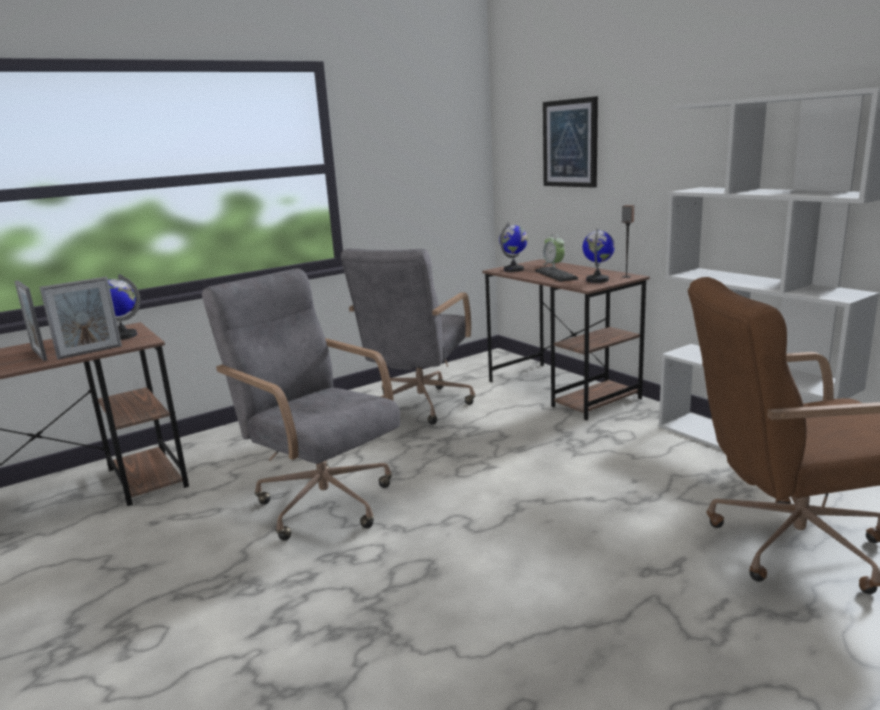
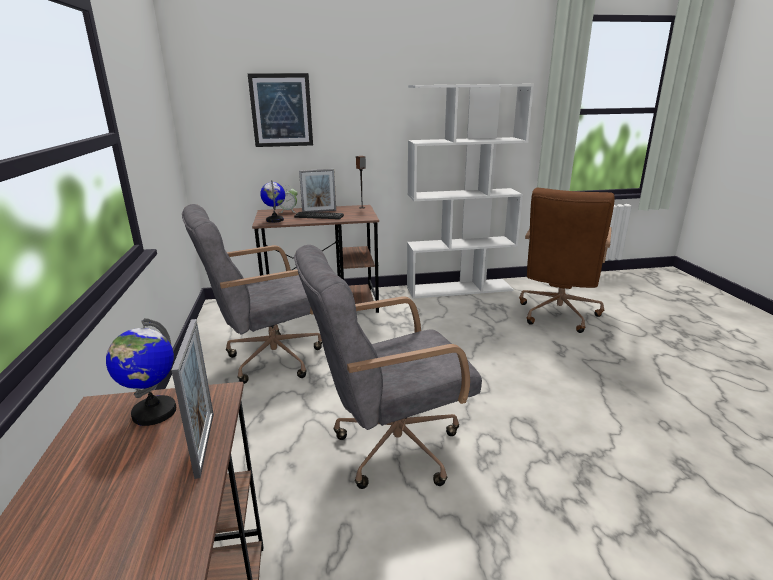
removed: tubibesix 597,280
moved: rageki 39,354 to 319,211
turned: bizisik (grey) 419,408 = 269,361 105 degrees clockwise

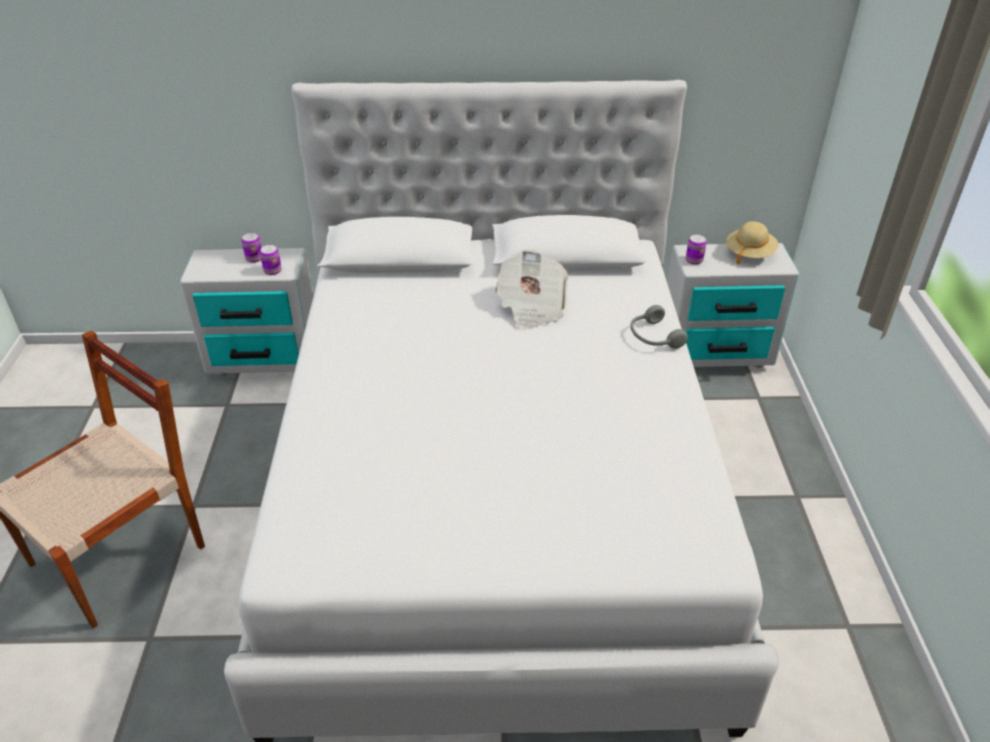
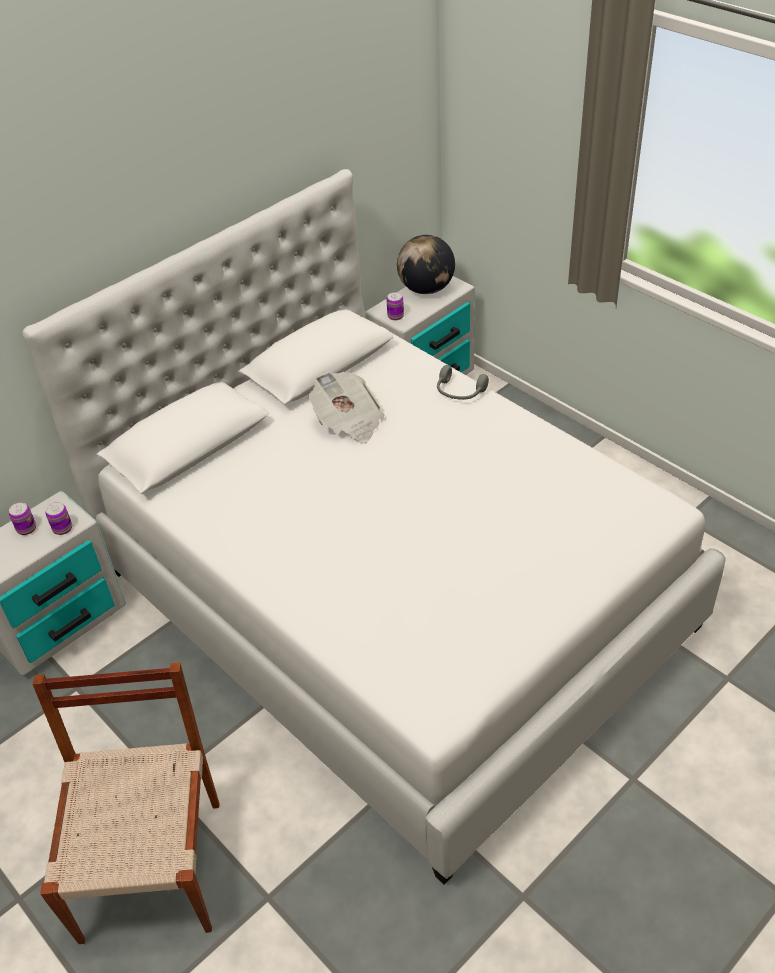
replaced: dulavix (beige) 749,254 to tubibesix 426,289

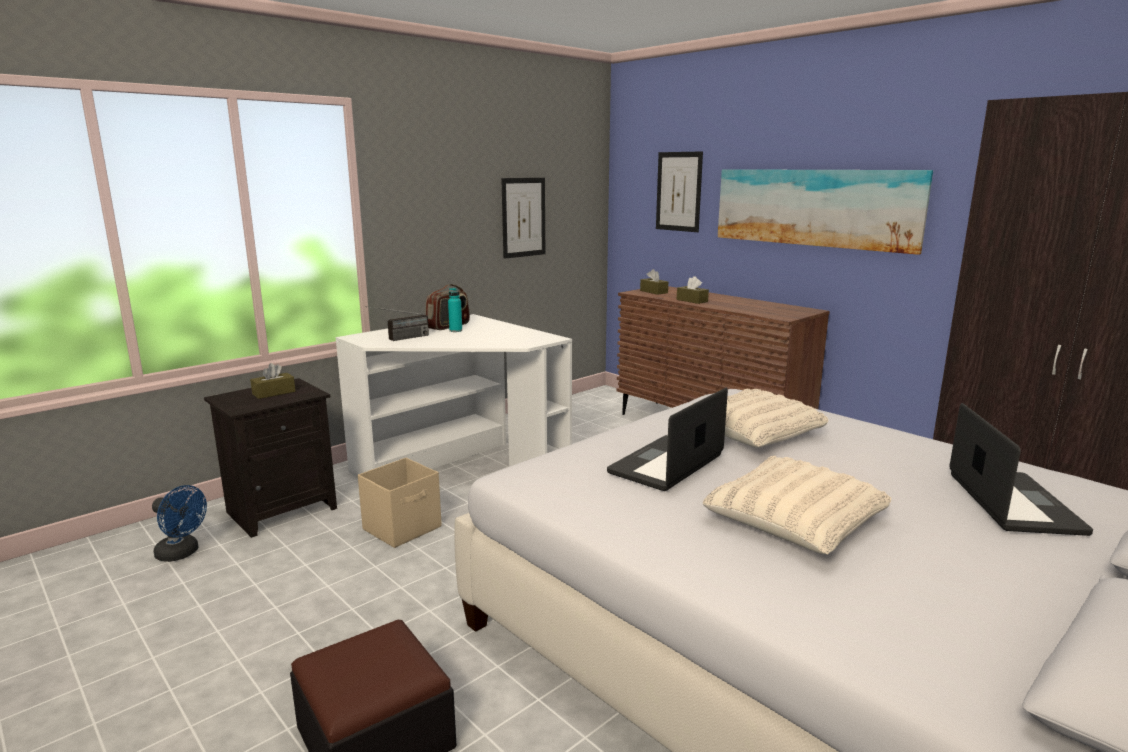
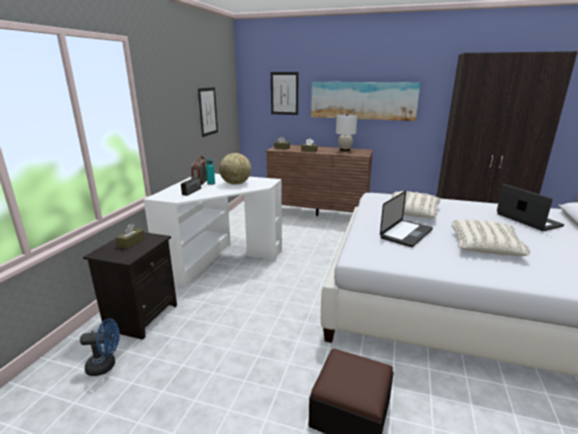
removed: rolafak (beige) 403,528
added: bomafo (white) 345,150; tubibesix 236,184
turned: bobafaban 666,464 = 406,234 150 degrees counterclockwise

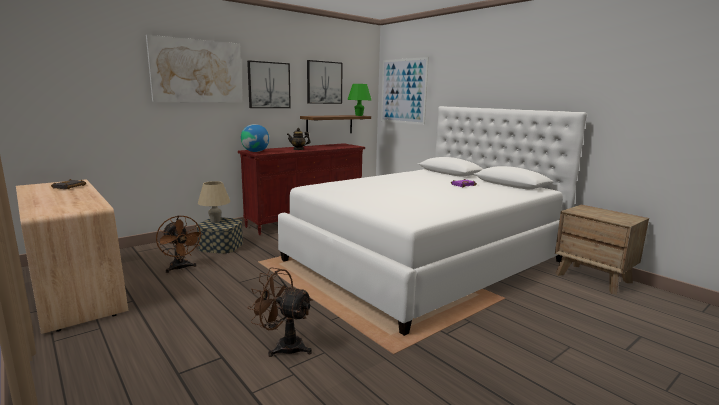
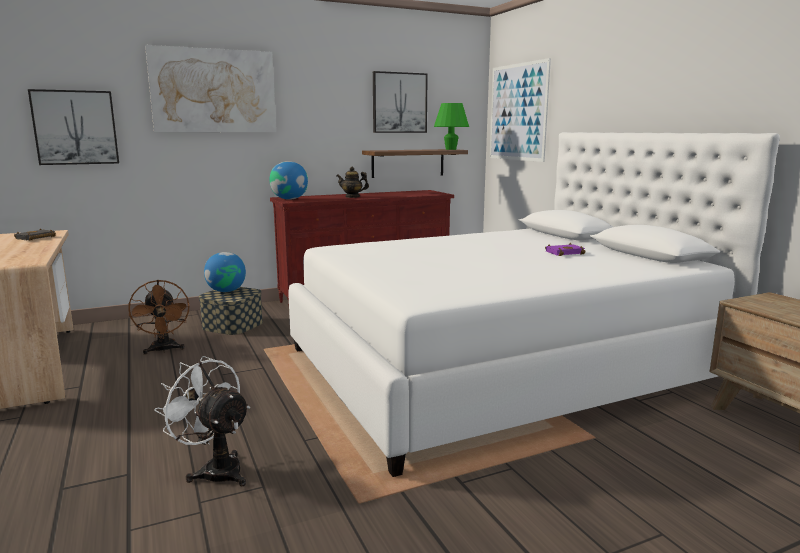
moved: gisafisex 269,85 to 75,127
replaced: bomafo (beige) 215,221 to tubibesix 226,291
recoloured: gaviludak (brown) 283,346 to gaviludak (white) 215,469

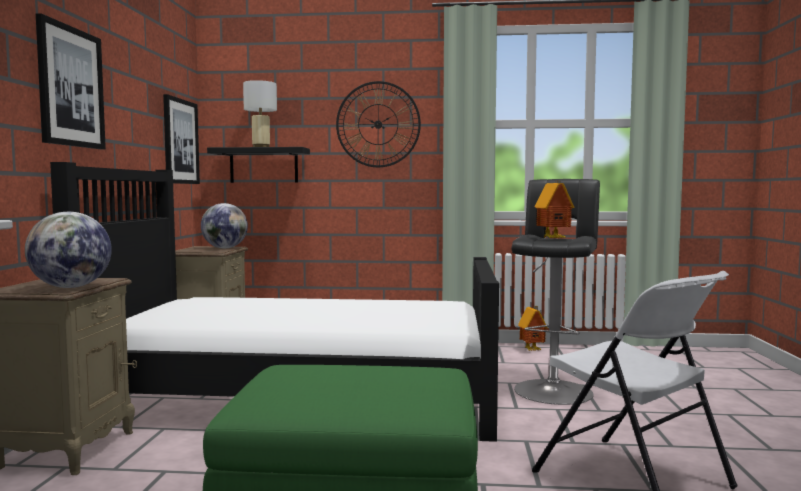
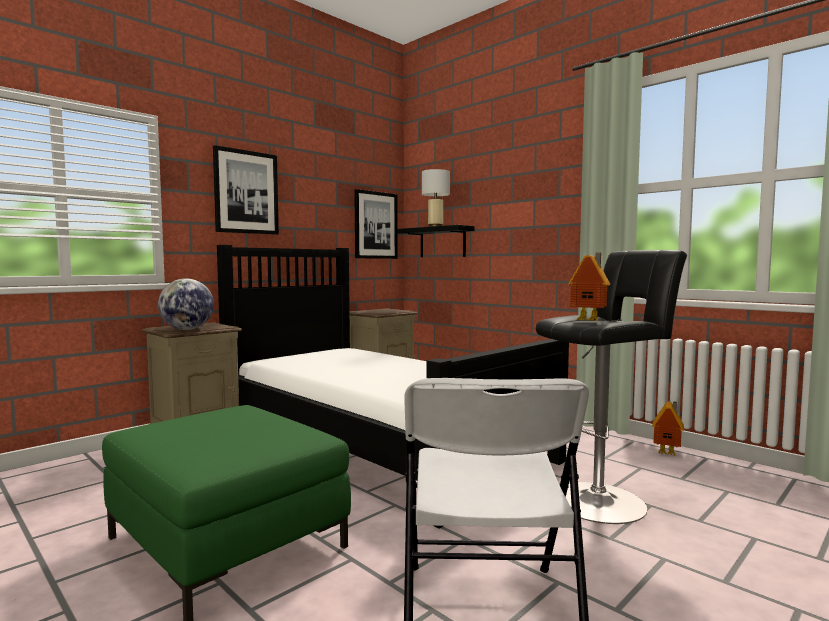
removed: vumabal 378,124; tubibesix 225,248

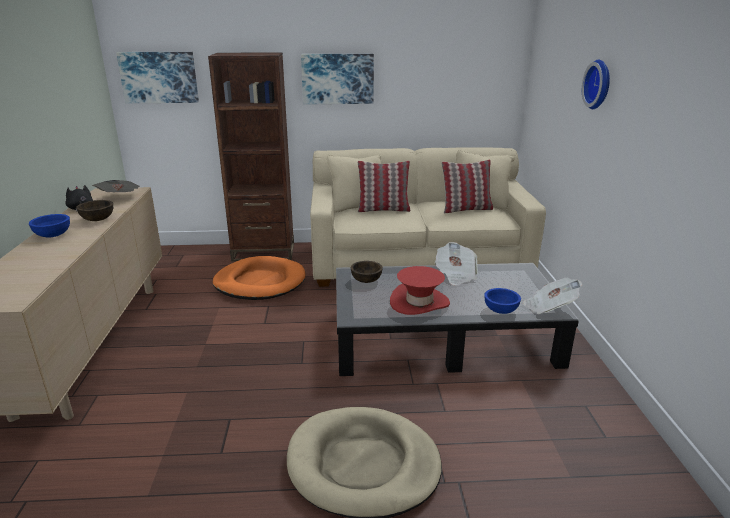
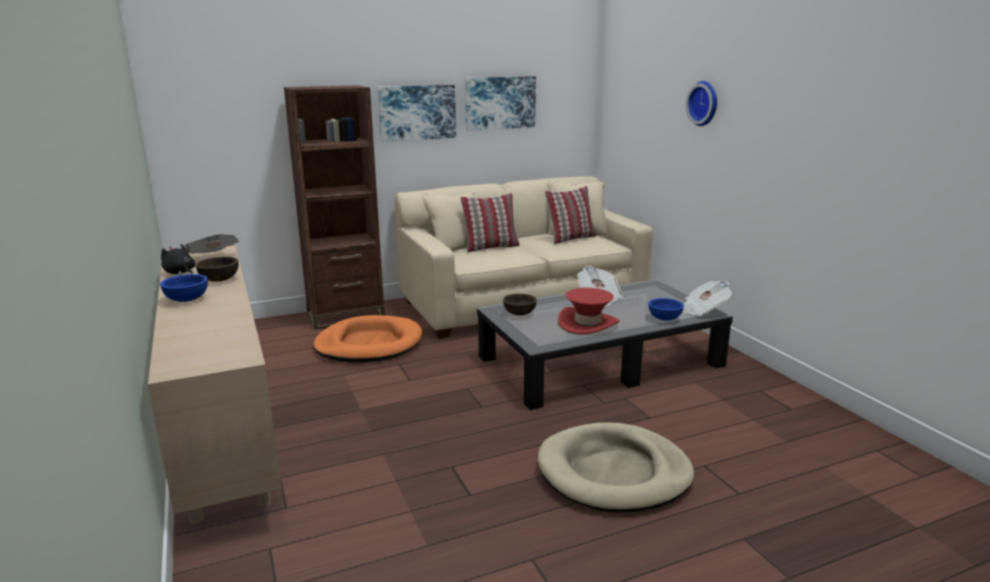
moved: gisafisex 159,77 to 500,102

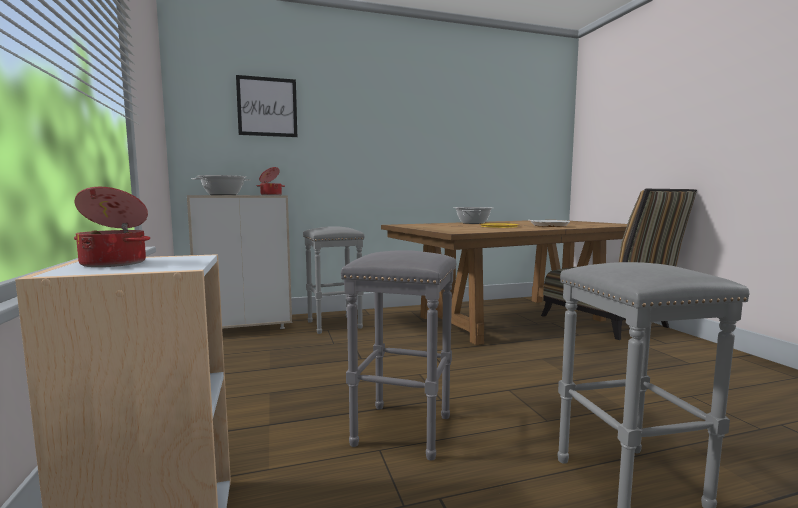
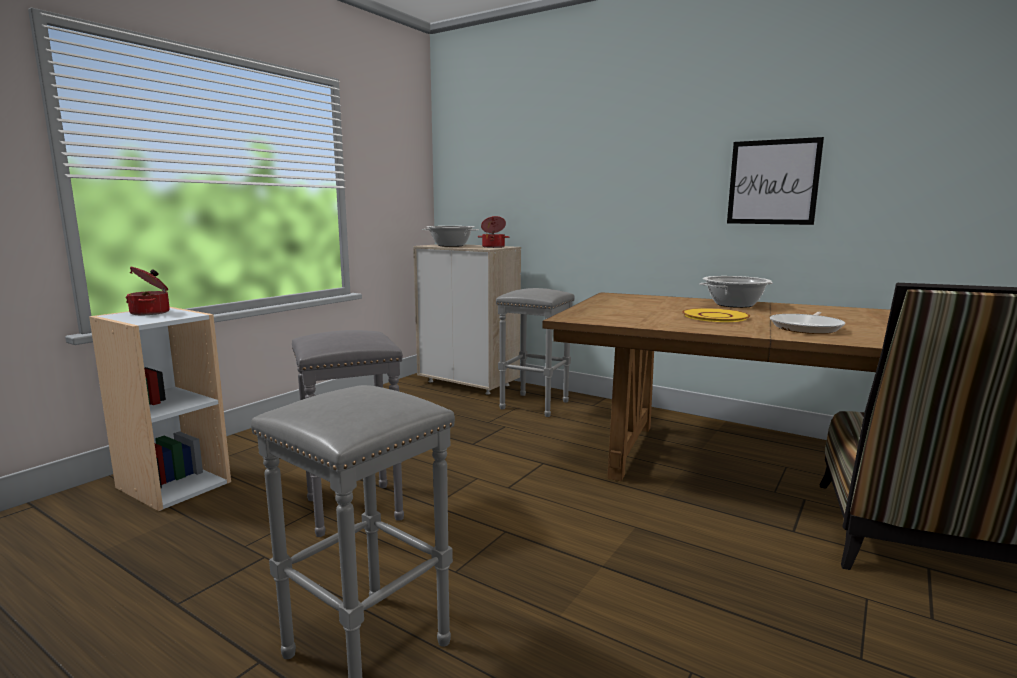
moved: gisafisex 267,107 to 773,182

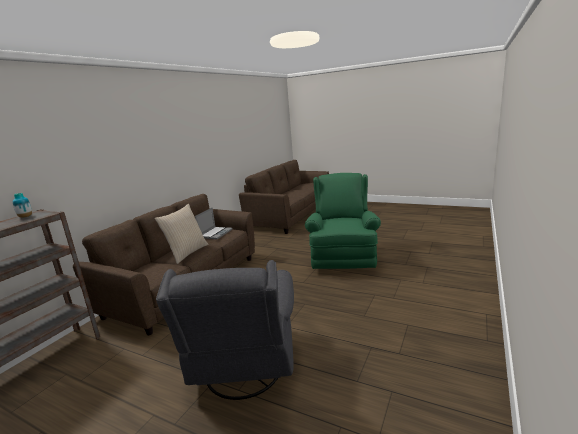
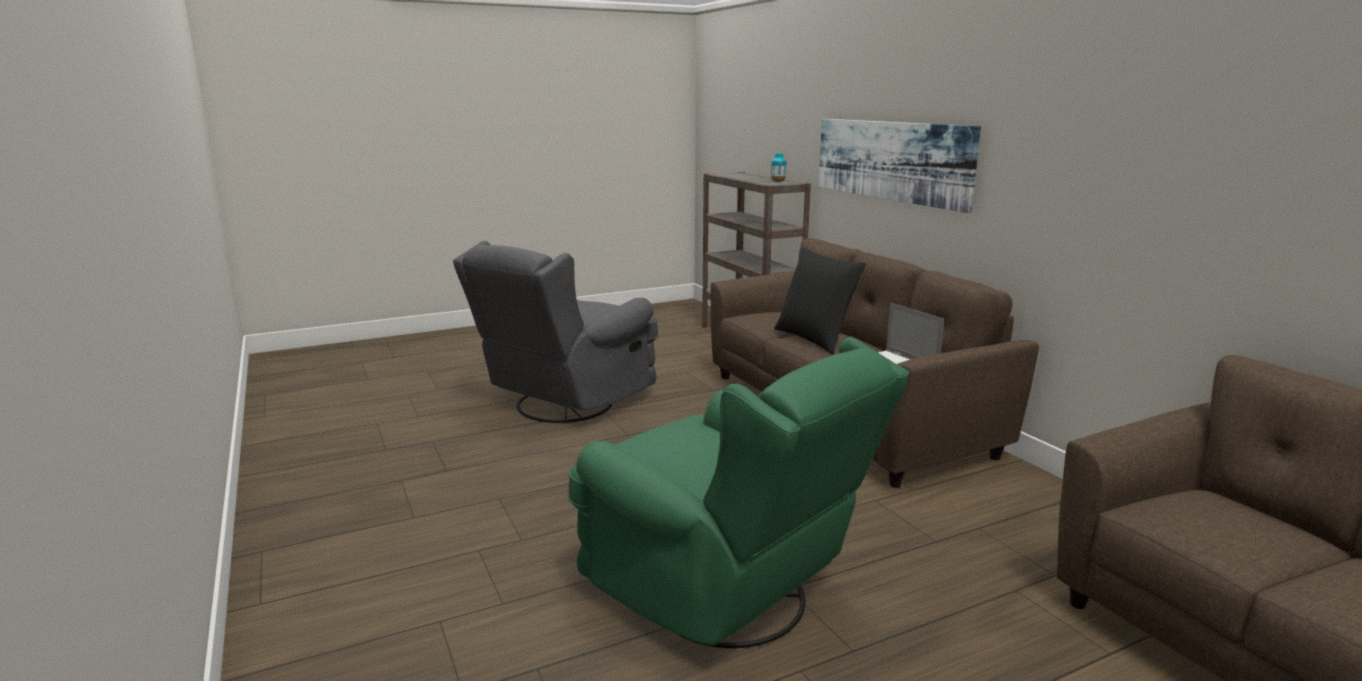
added: gisafisex 890,160
recoloured: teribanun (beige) 187,253 to teribanun (black) 815,339
turned: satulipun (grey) 244,368 = 567,403 90 degrees counterclockwise

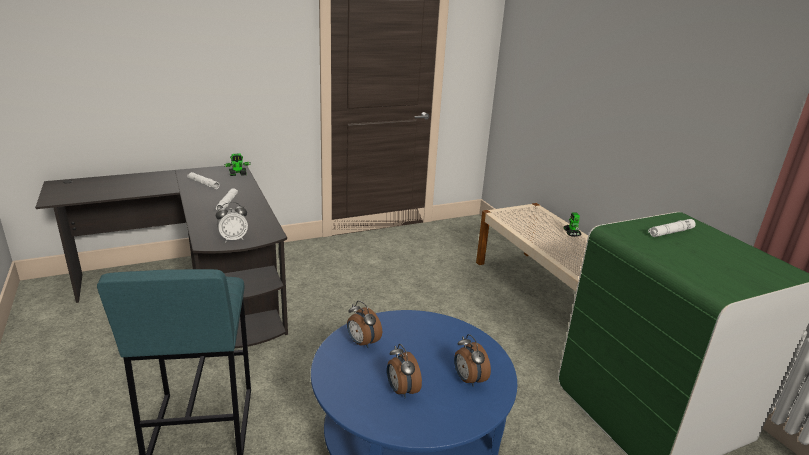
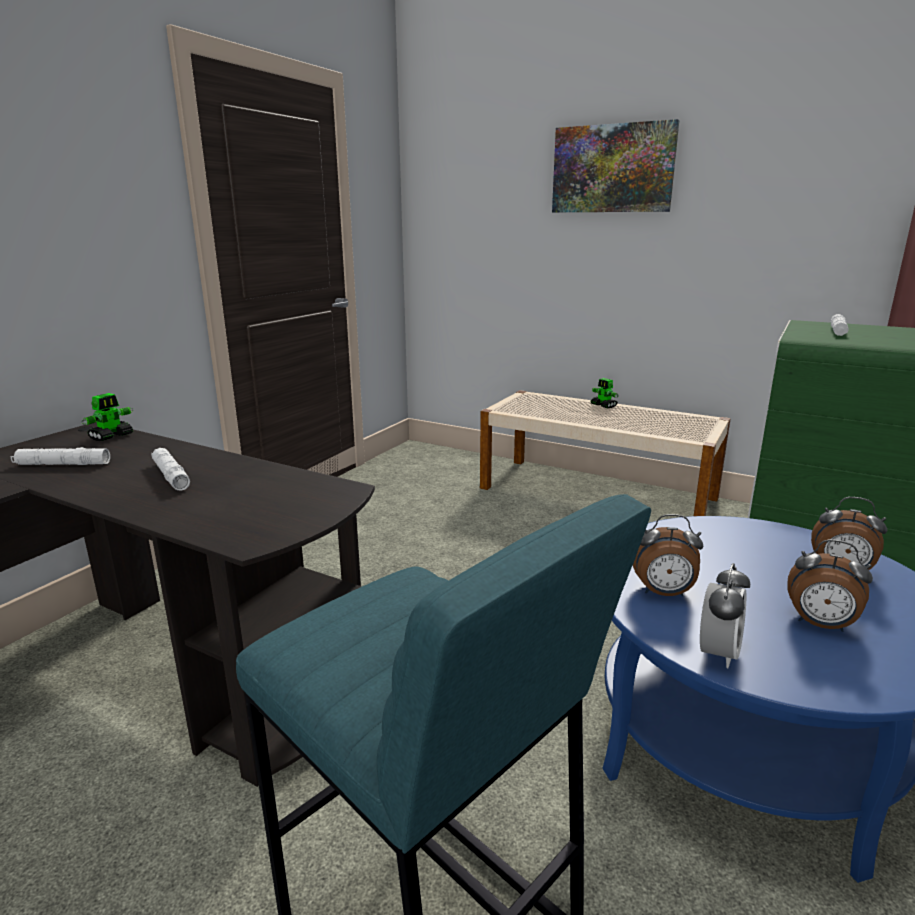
added: gisafisex 612,169
moved: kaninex 233,239 to 718,653

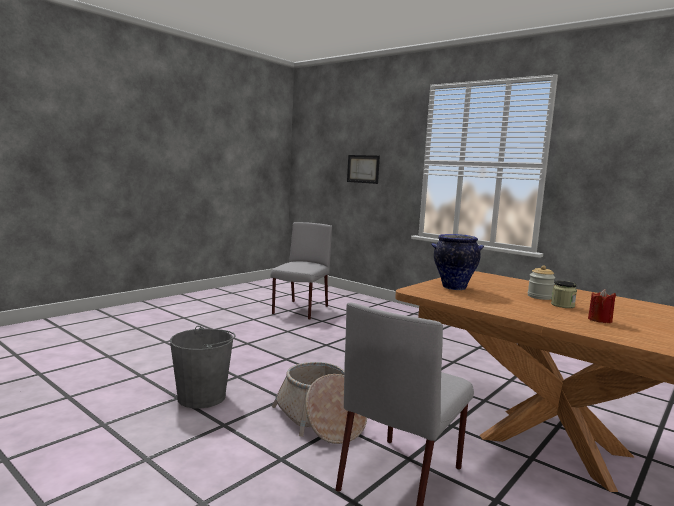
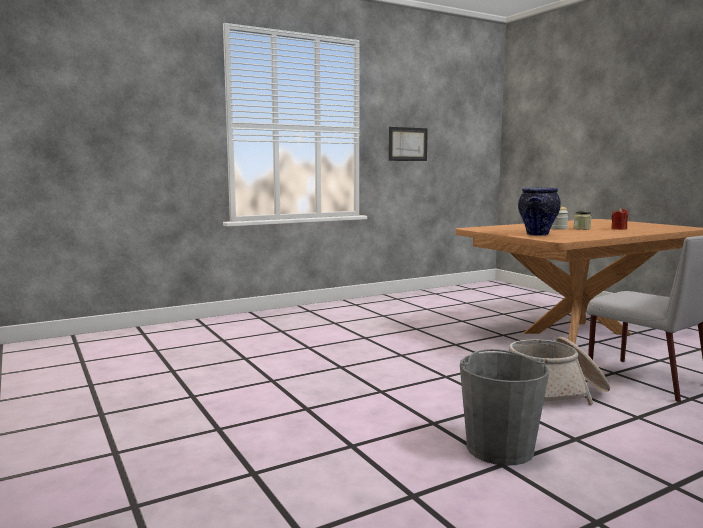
removed: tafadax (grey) 300,310
moved: gisafisex 363,169 to 407,144

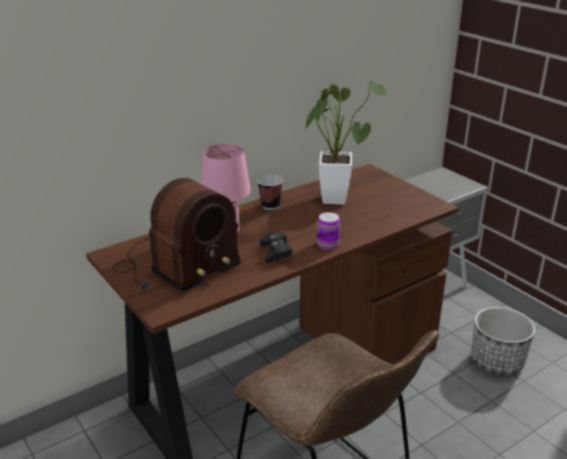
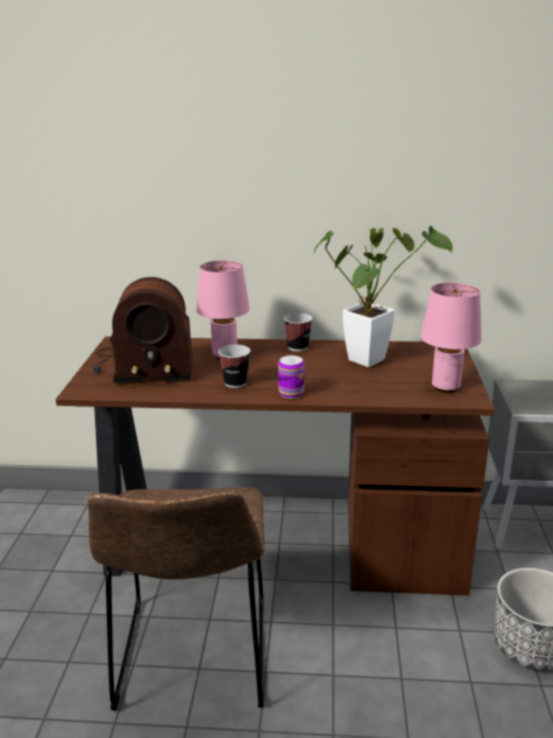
added: bomafo (pink) 446,387
replaced: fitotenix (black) 276,252 to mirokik 235,383

